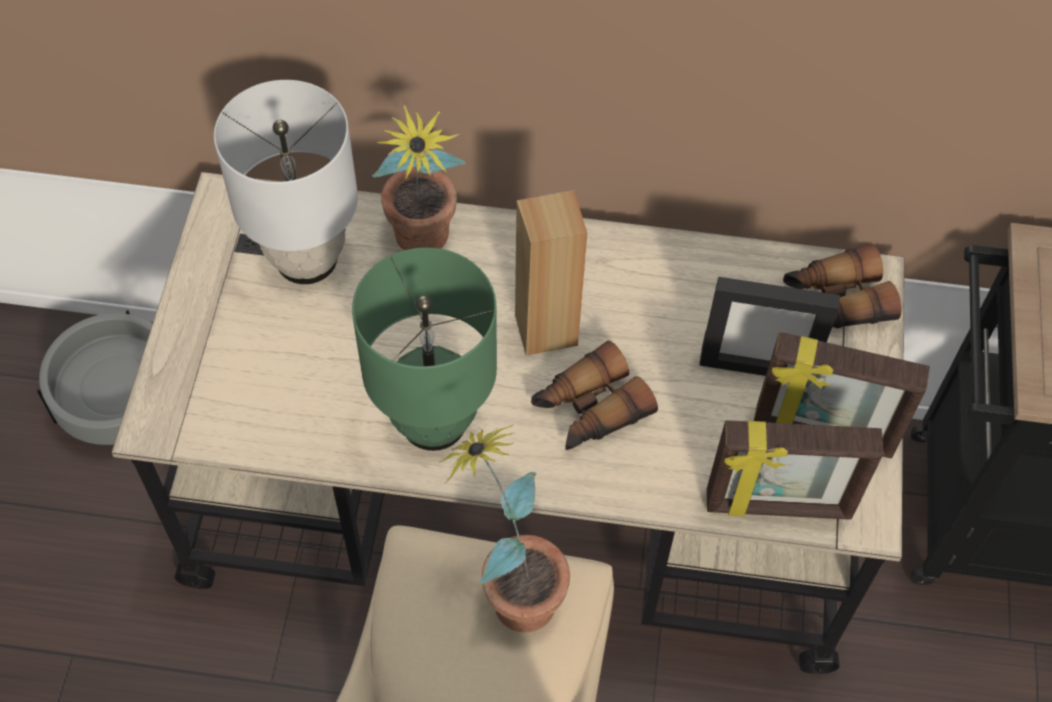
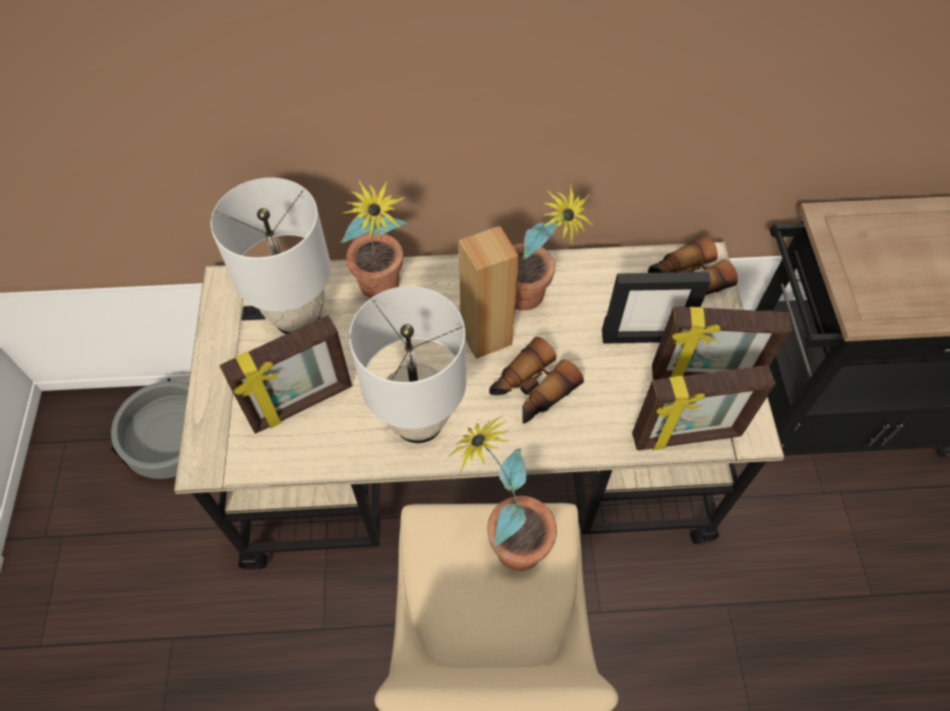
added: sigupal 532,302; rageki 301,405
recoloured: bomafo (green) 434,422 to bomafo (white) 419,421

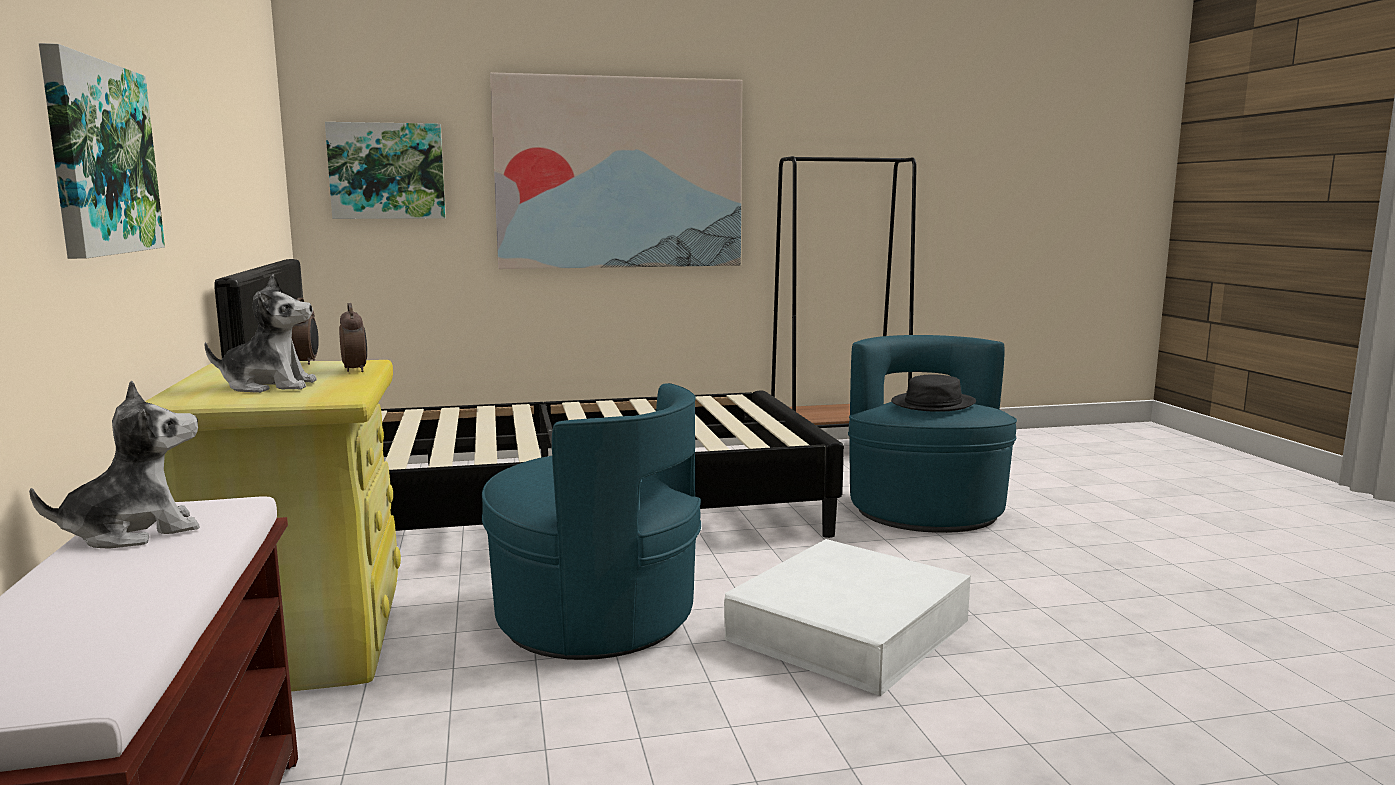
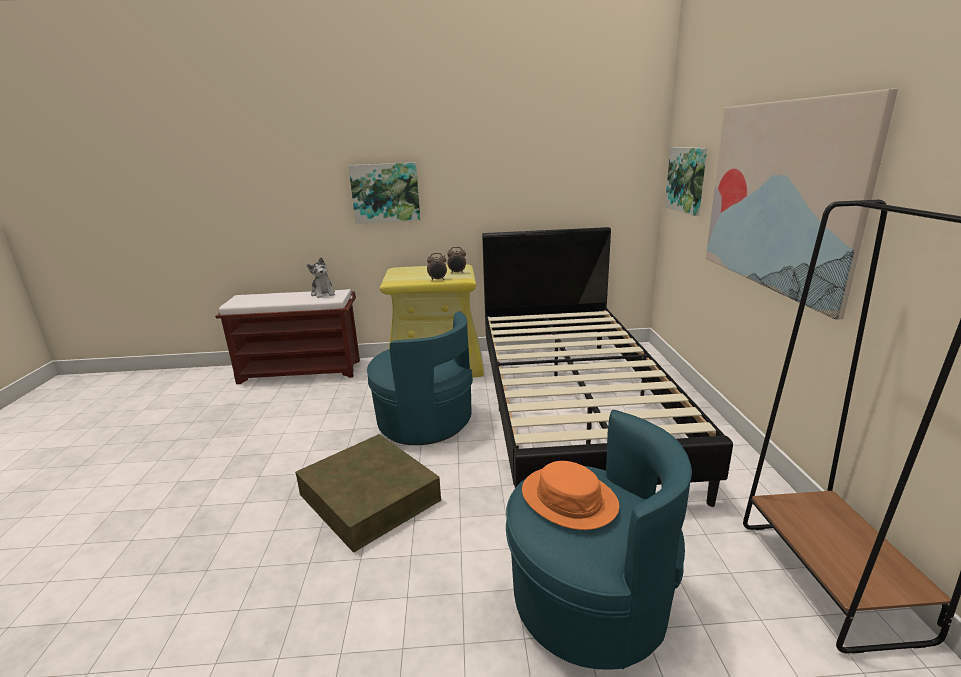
removed: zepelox 269,386
recoloured: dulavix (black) 933,403 to dulavix (orange) 569,498; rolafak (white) 849,630 to rolafak (brown) 369,497
turned: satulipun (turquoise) 594,617 = 424,421 90 degrees counterclockwise

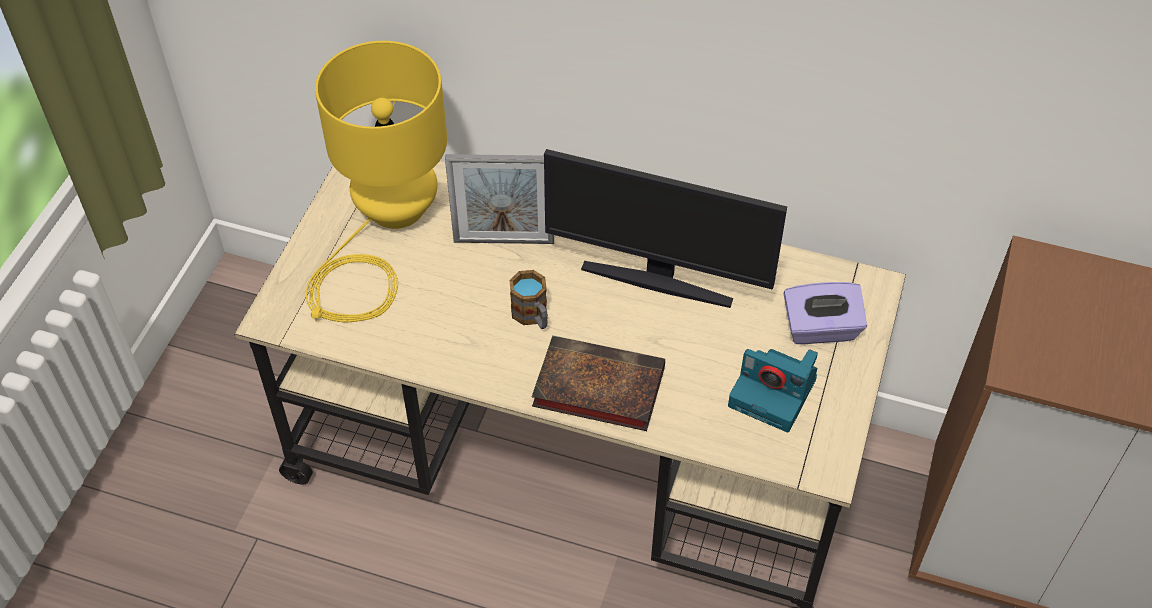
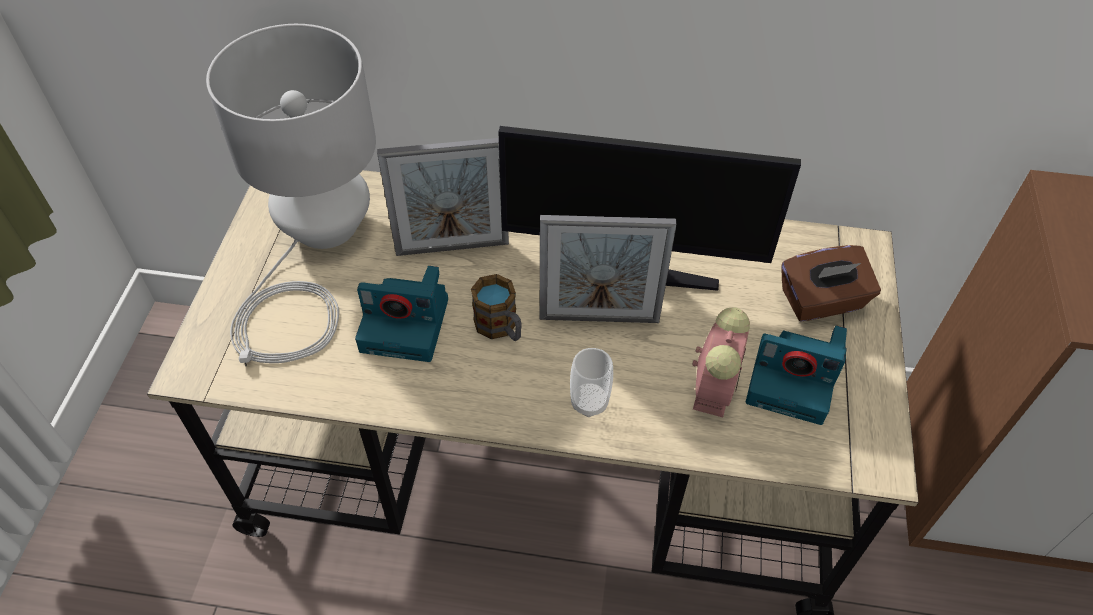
added: rageki 599,319; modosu 407,324; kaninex 713,386
replaced: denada 595,388 to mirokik 589,402
recoloured: bomafo (yellow) 379,238 to bomafo (white) 310,261; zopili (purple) 820,329 to zopili (brown) 822,301

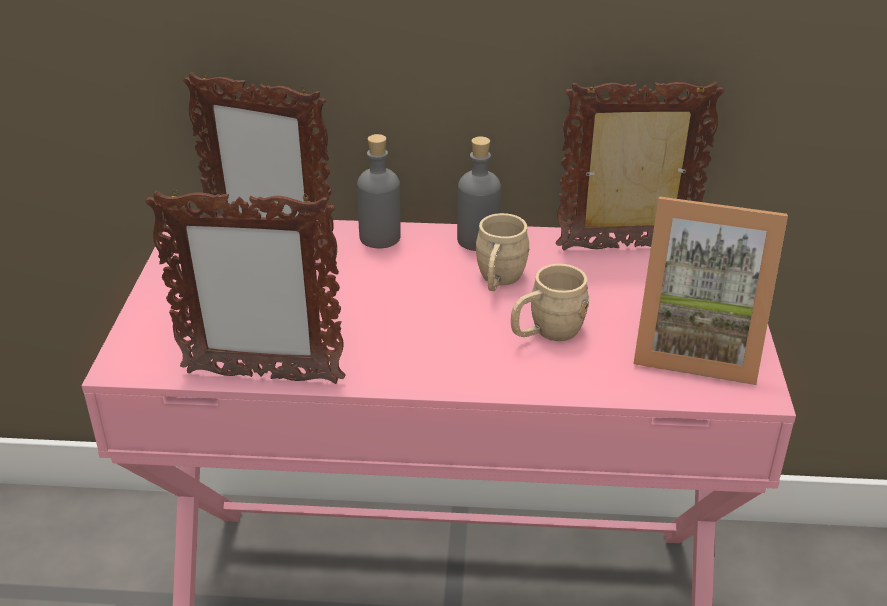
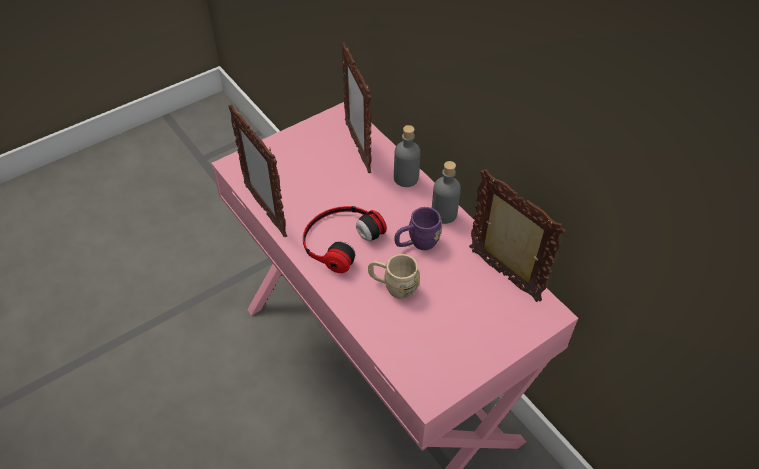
removed: rageki 697,347
added: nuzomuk 339,240
recoloured: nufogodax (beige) 498,281 to nufogodax (purple) 417,243

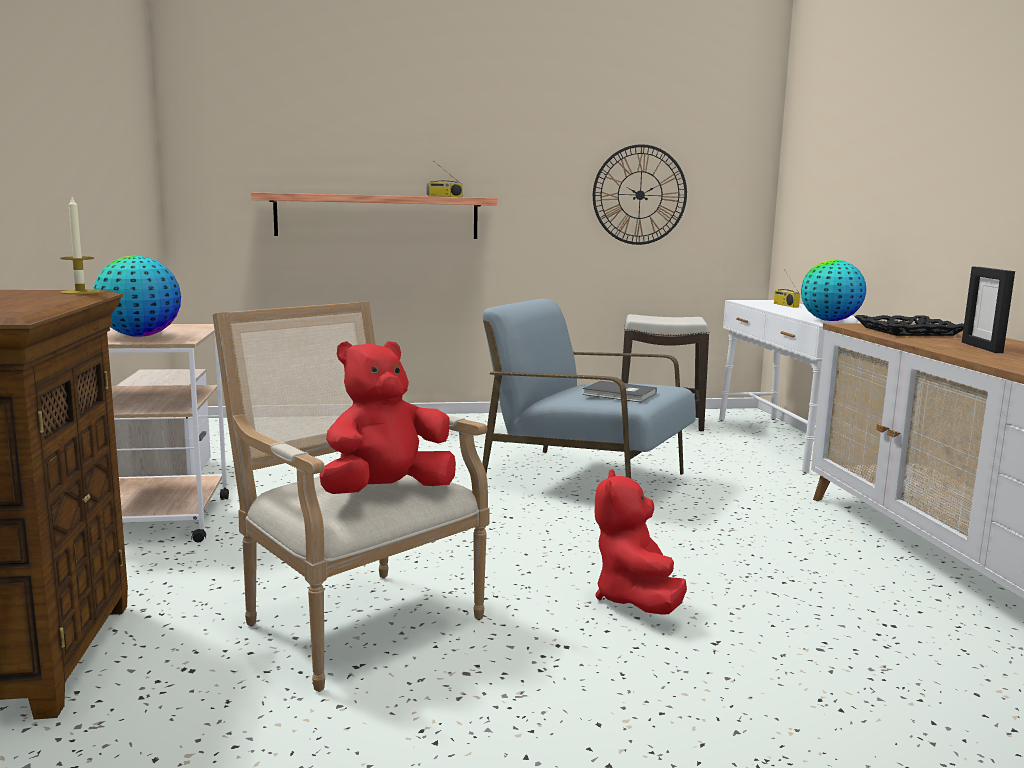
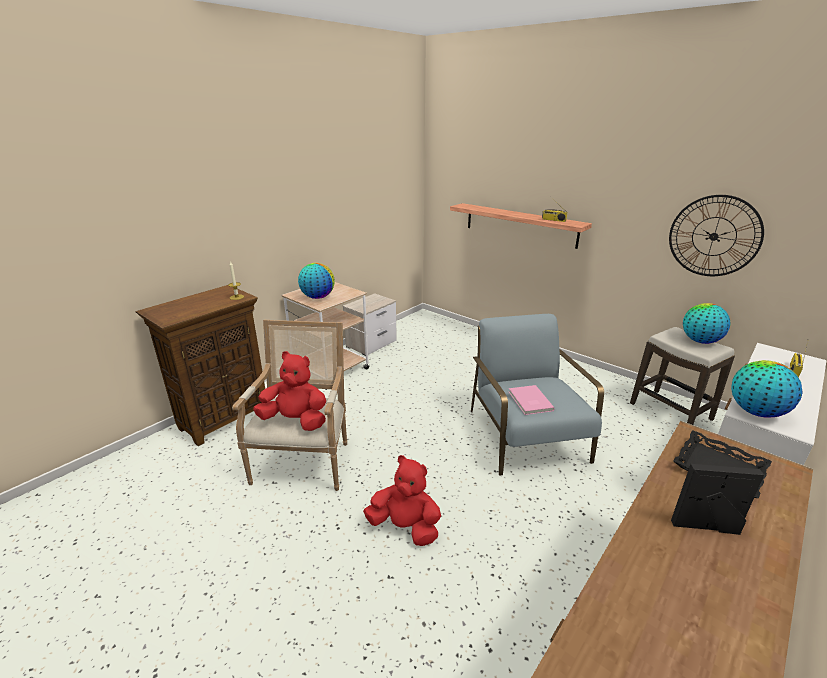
added: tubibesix 700,341
recoloured: denada (grey) 620,394 to denada (pink) 529,401
turned: rageki 983,347 = 704,527 45 degrees clockwise; zepelox (red) 636,600 = 405,527 60 degrees clockwise

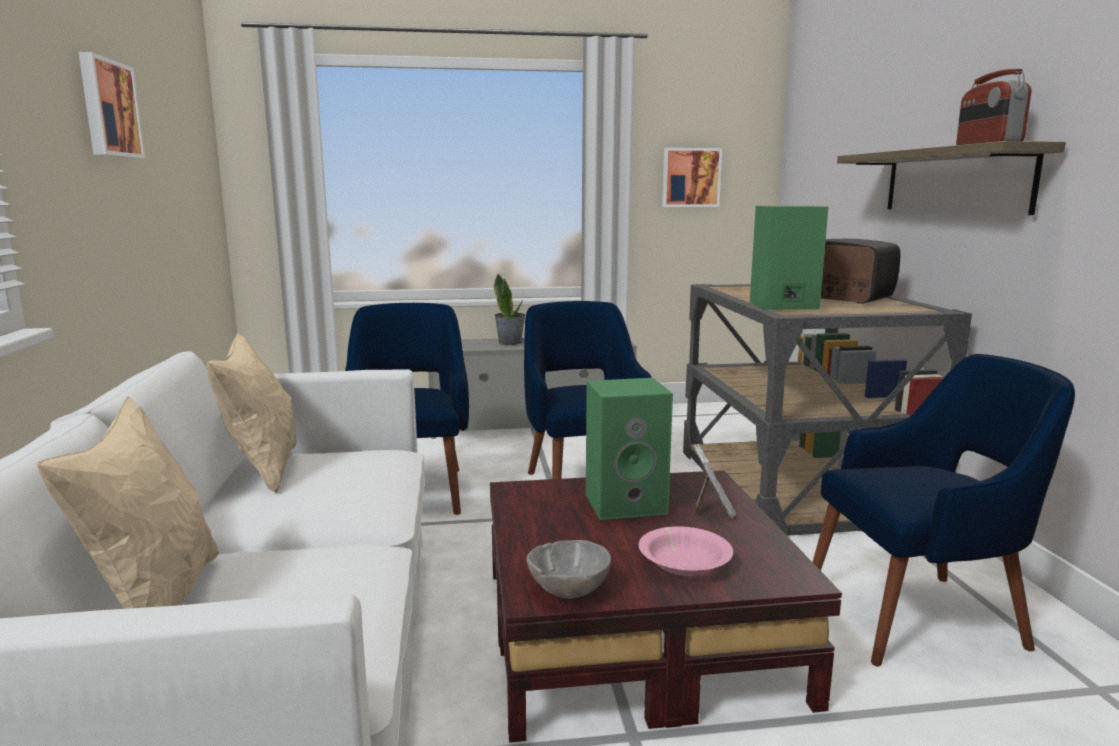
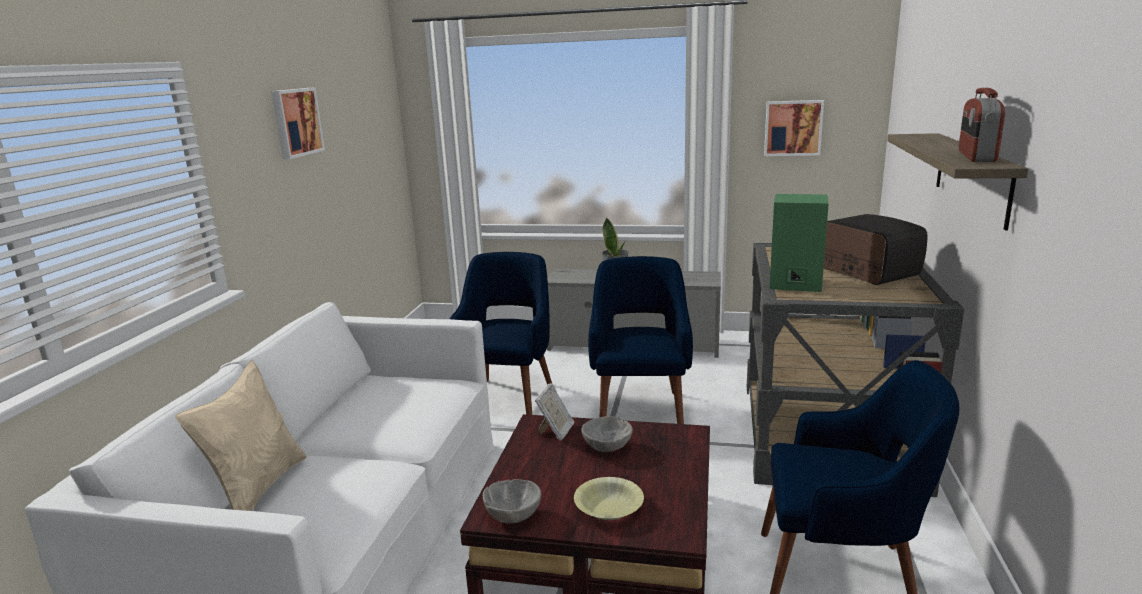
removed: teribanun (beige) 262,470
moved: rageki 712,509 to 556,431
replaced: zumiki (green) 627,503 to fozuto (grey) 607,447
recoloured: fozuto (pink) 684,563 to fozuto (yellow) 609,508

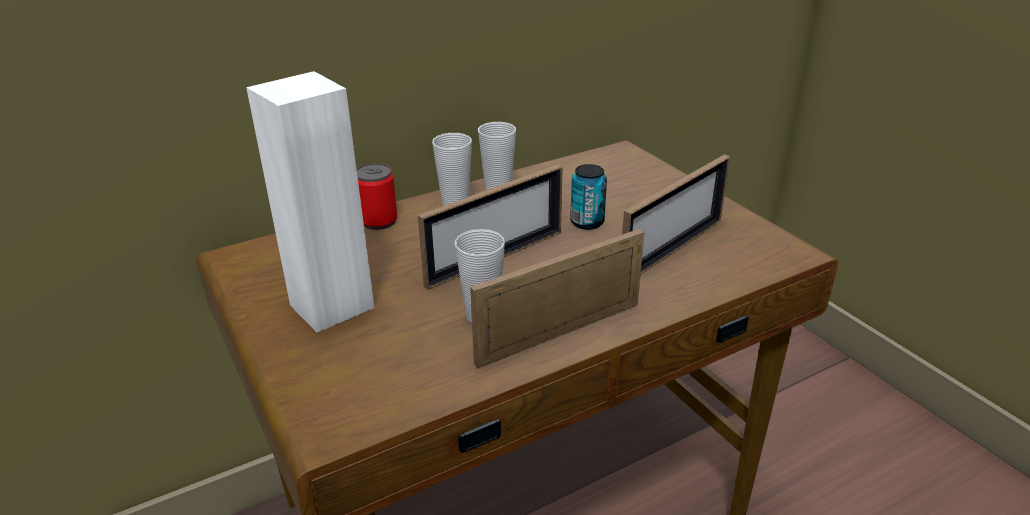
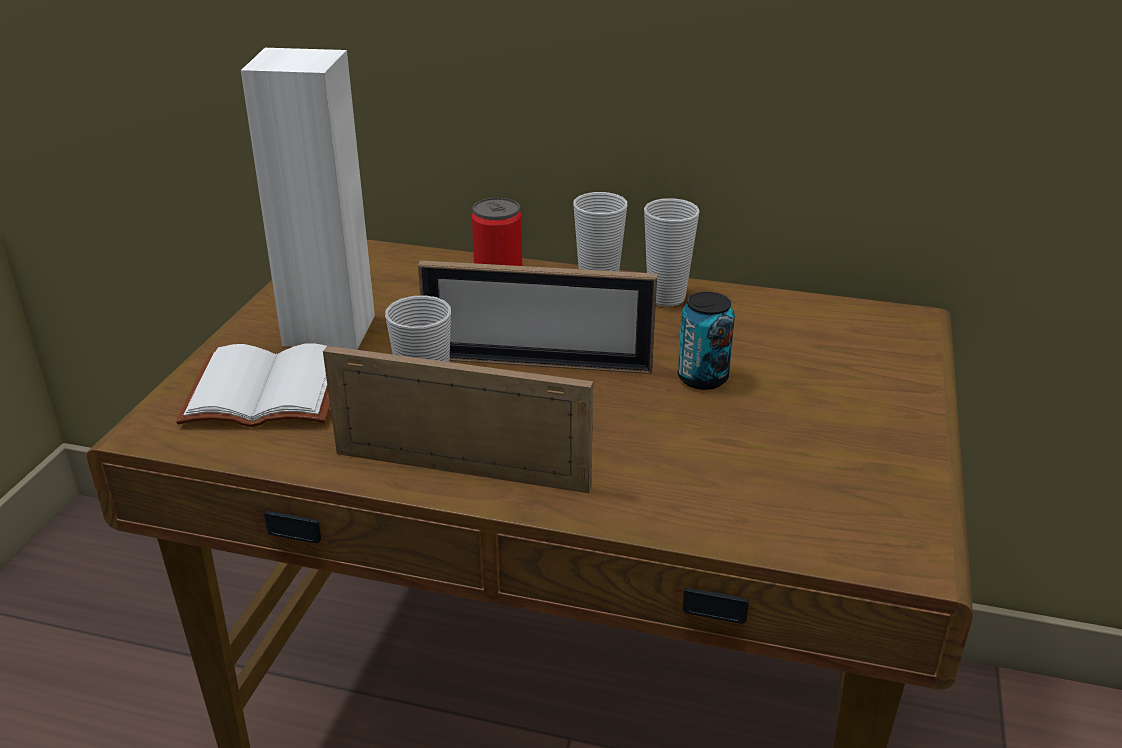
removed: rageki 672,250
added: denada (white) 262,394

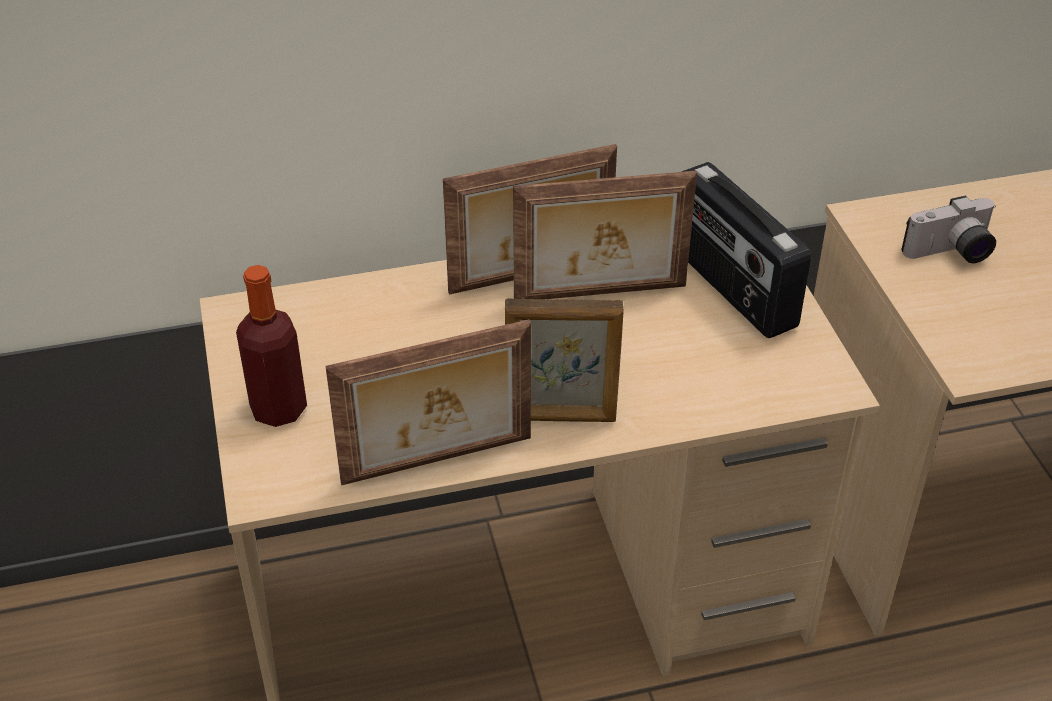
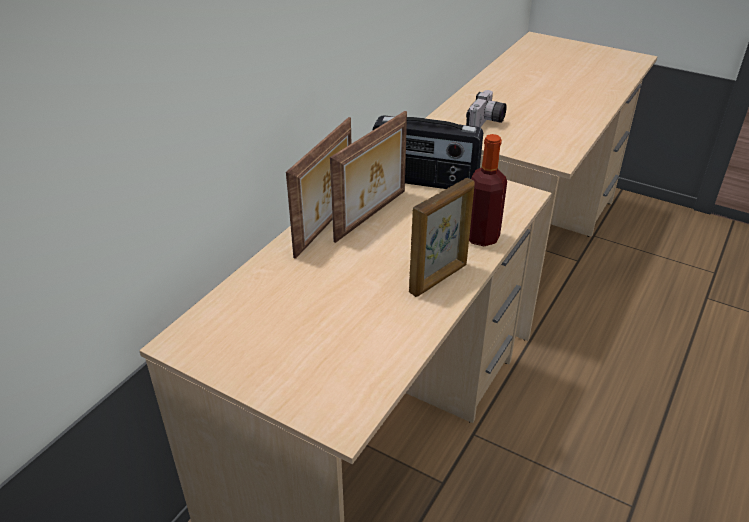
removed: rageki 438,462
moved: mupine 279,409 to 481,237

